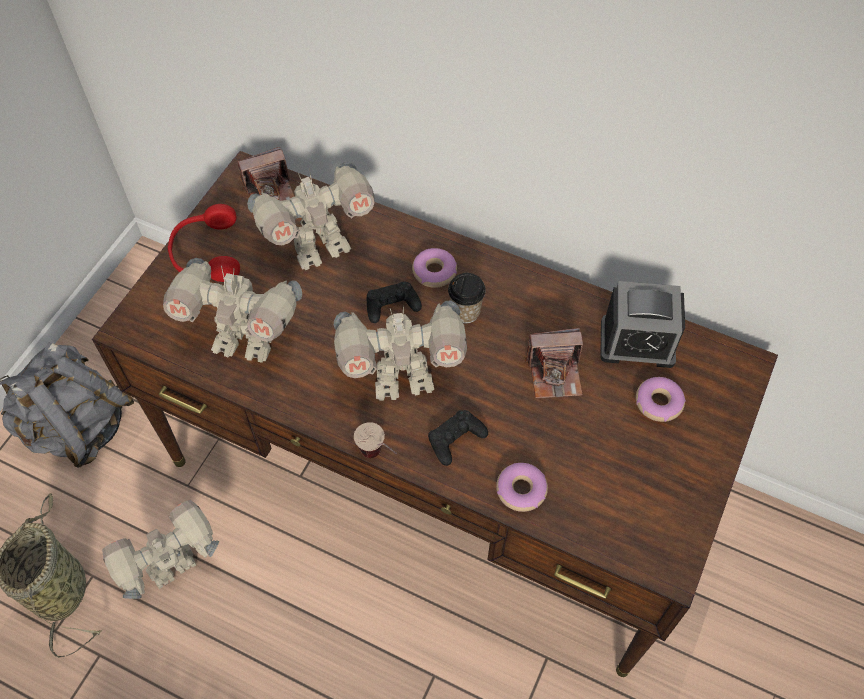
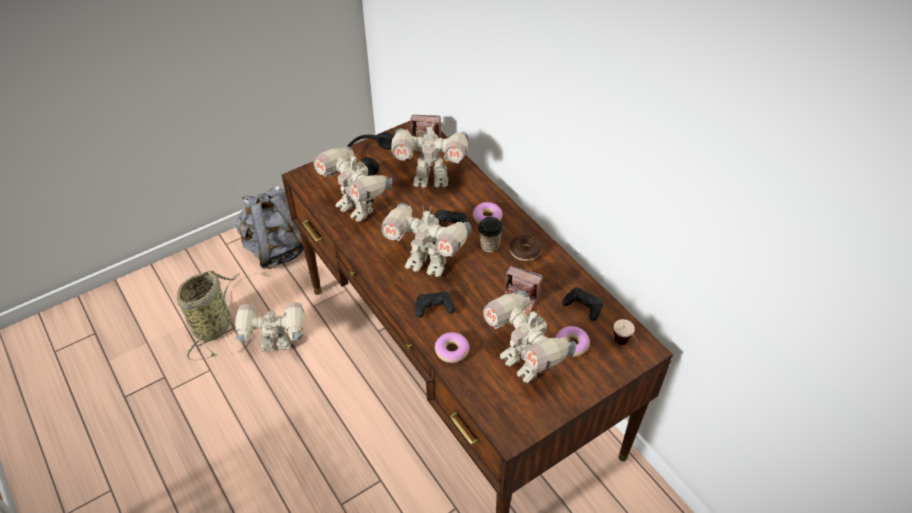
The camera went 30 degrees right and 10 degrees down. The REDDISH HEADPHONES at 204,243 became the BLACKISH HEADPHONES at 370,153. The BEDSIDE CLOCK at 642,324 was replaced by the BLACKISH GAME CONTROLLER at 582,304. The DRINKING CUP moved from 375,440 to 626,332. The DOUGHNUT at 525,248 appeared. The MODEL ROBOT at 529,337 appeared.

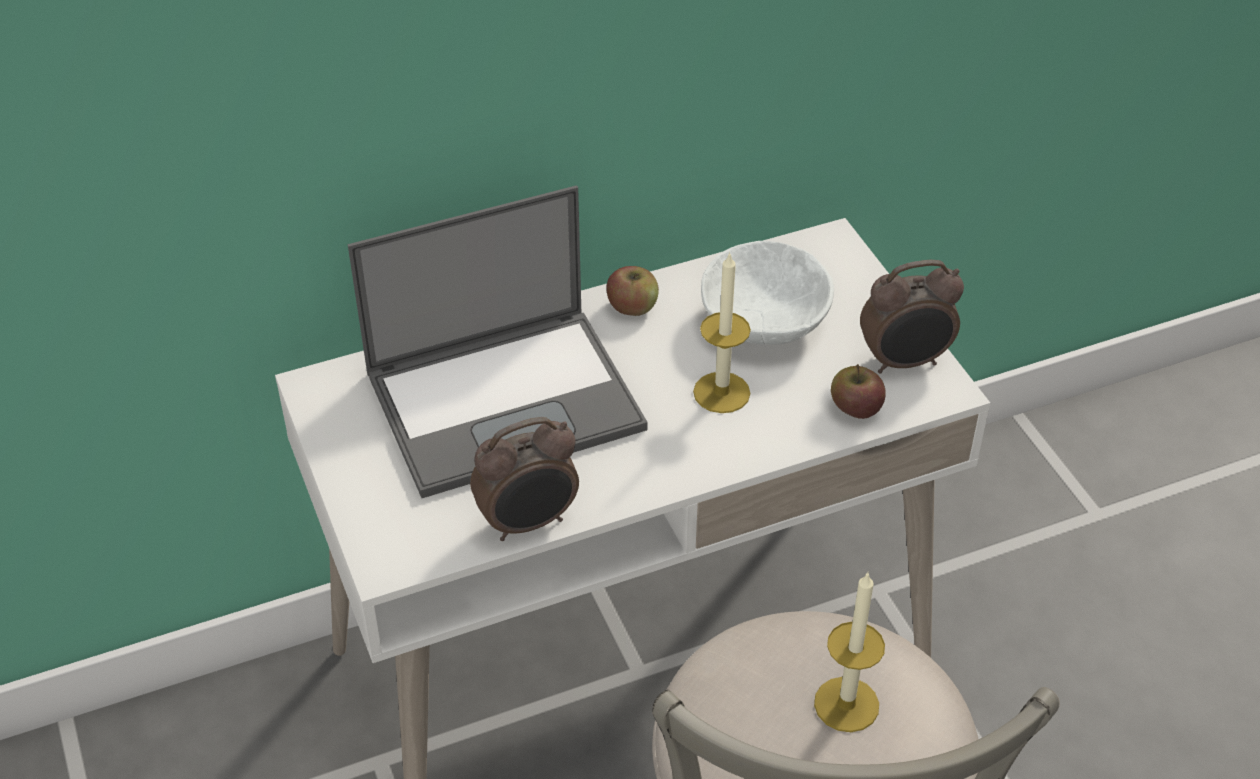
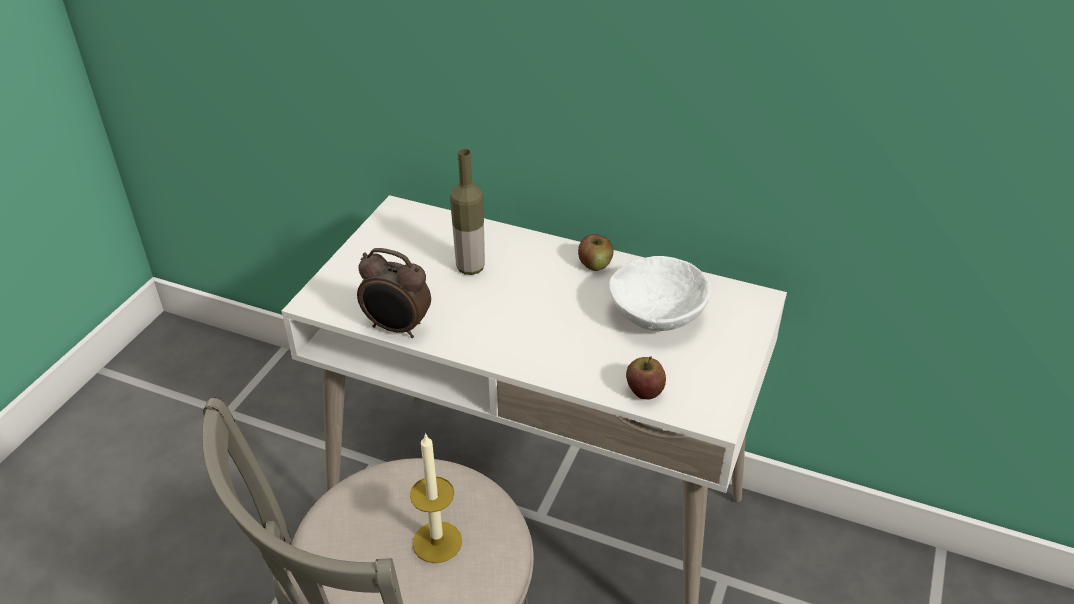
The camera went 45 degrees right and 5 degrees down. The PORTABLE COMPUTER at 498,341 was replaced by the BEVERAGE BOTTLE at 467,212. The WAX CANDLE at 722,332 disappeared. The BEDSIDE CLOCK at 912,317 disappeared.

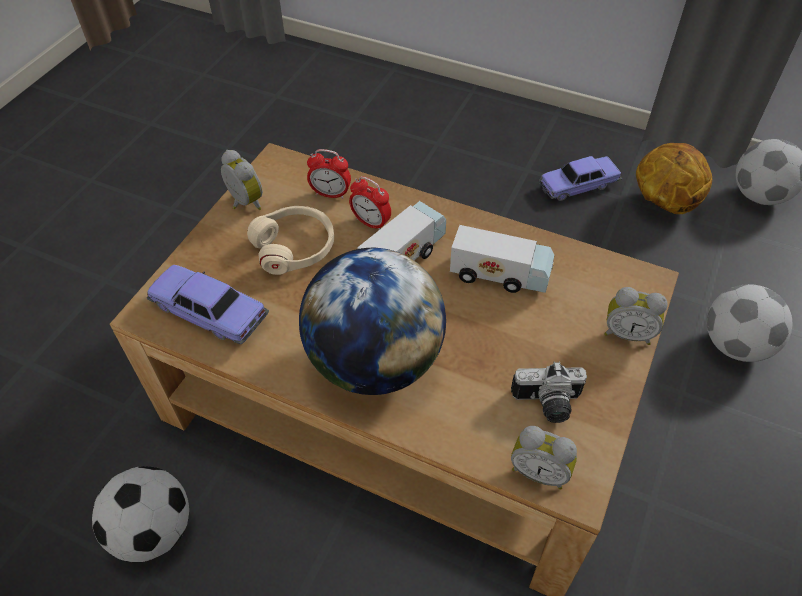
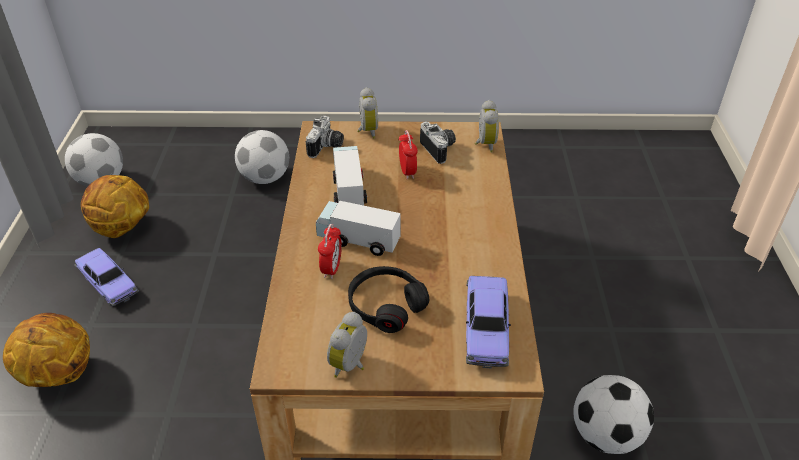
The camera went 115 degrees left and 10 degrees down. The BEDSIDE CLOCK moved from 329,174 to 408,154. The BEIGE HEADPHONES at 290,240 became the BLACKISH HEADPHONES at 388,299. The DESK GLOBE at 372,321 disappeared. The PHOTO CAMERA at 325,137 appeared. The BASKETBALL at 46,350 appeared.

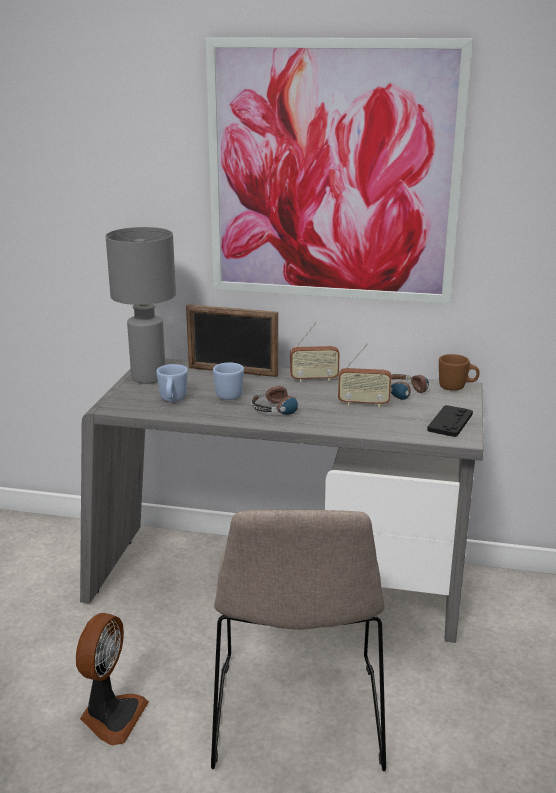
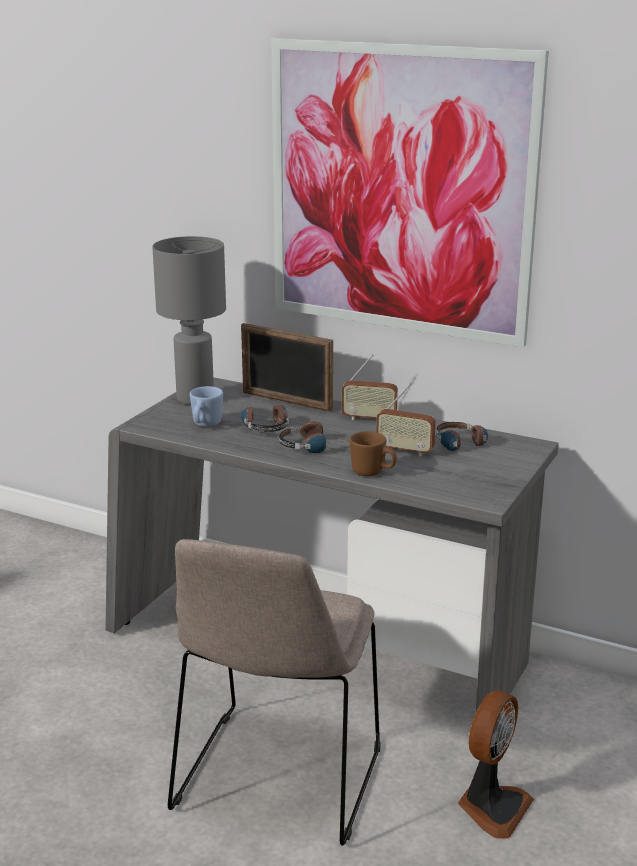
The camera went 15 degrees right and 0 degrees up. The BROWN-COLOURED COFFEE MUG moved from 459,372 to 373,453. The BLUE COFFEE MUG at 228,381 was replaced by the HEADPHONES at 265,417. The BLACKISH GAME CONTROLLER at 450,421 disappeared. The ELECTRIC FAN moved from 112,679 to 496,764.

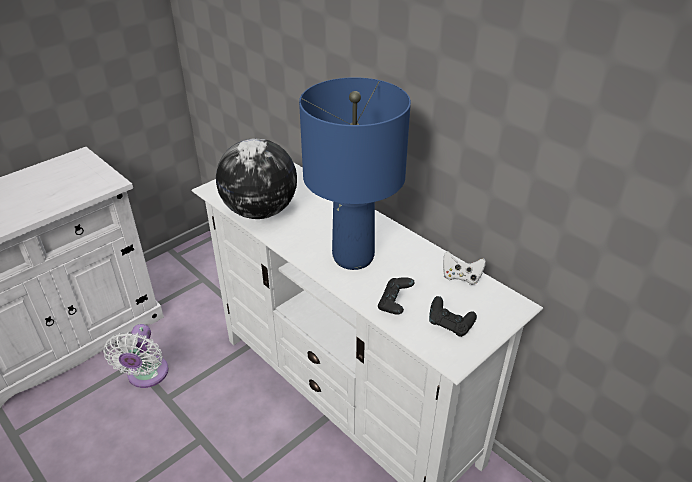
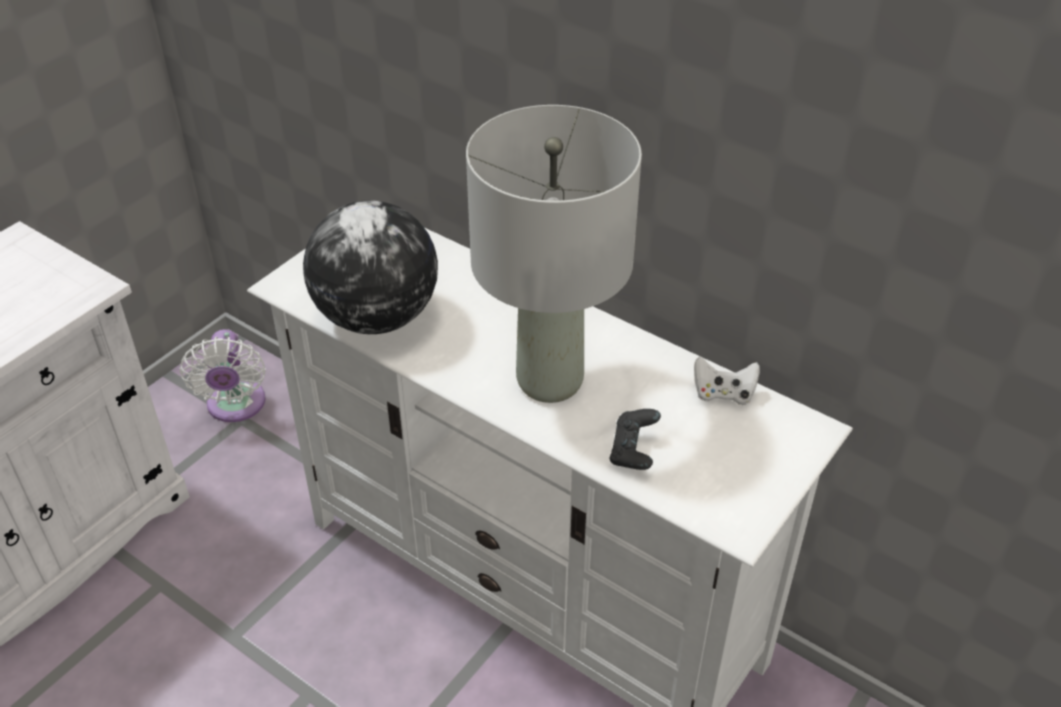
The camera went 10 degrees left and 5 degrees up. The BLUE TABLE LAMP at 355,173 became the GRAY TABLE LAMP at 554,254. The BLACKISH GAME CONTROLLER at 453,316 disappeared. The WHITISH ELECTRIC FAN moved from 136,356 to 223,375.

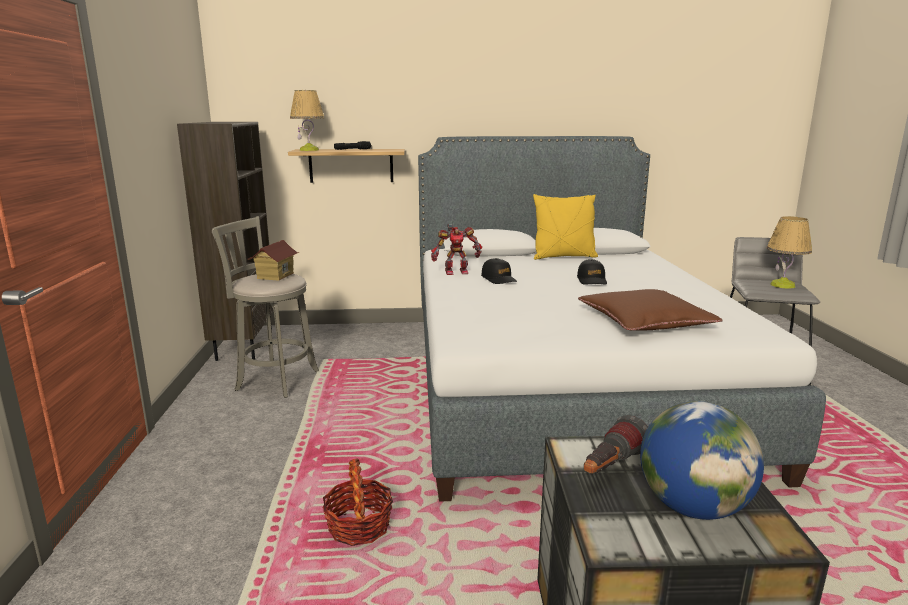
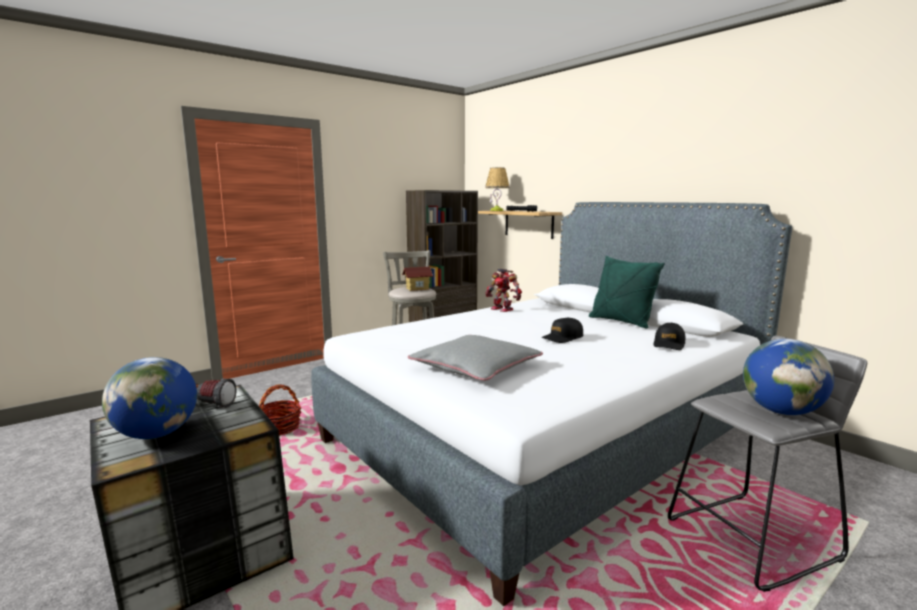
The camera went 55 degrees right and 5 degrees down. The YELLOWISH CUSHION at 565,227 became the GREENISH CUSHION at 627,292. The TABLE LAMP at 789,252 was replaced by the DESK GLOBE at 788,377. The BLACKISH PEAKED CAP moved from 499,271 to 669,336. The BROWN-COLOURED CUSHION at 650,309 became the GRAY CUSHION at 475,357.

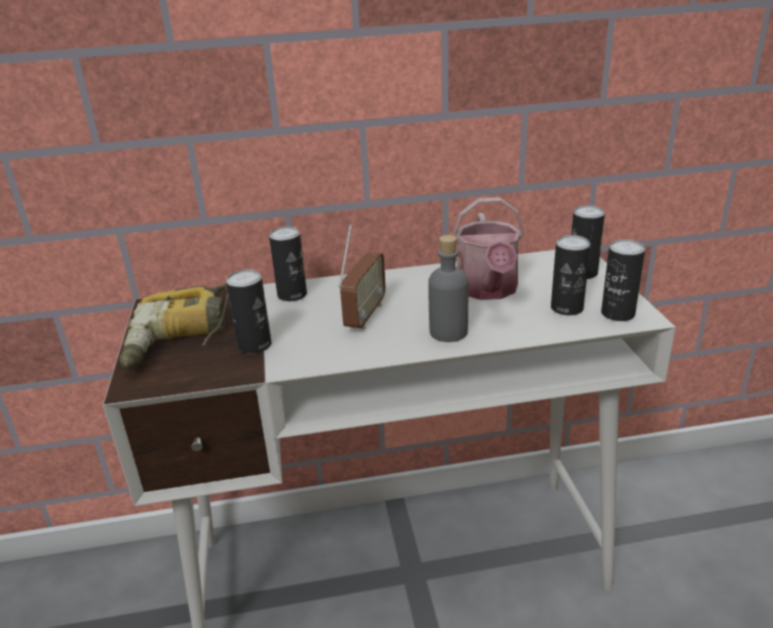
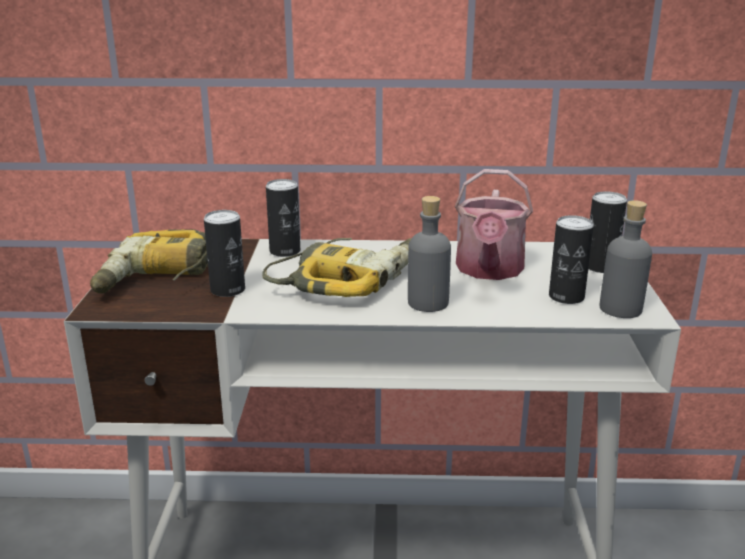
The camera went 10 degrees right and 5 degrees down. The RADIO RECEIVER at 362,277 was replaced by the ELECTRIC DRILL at 337,267. The CAN at 623,280 was replaced by the GRAY BEVERAGE BOTTLE at 626,259.

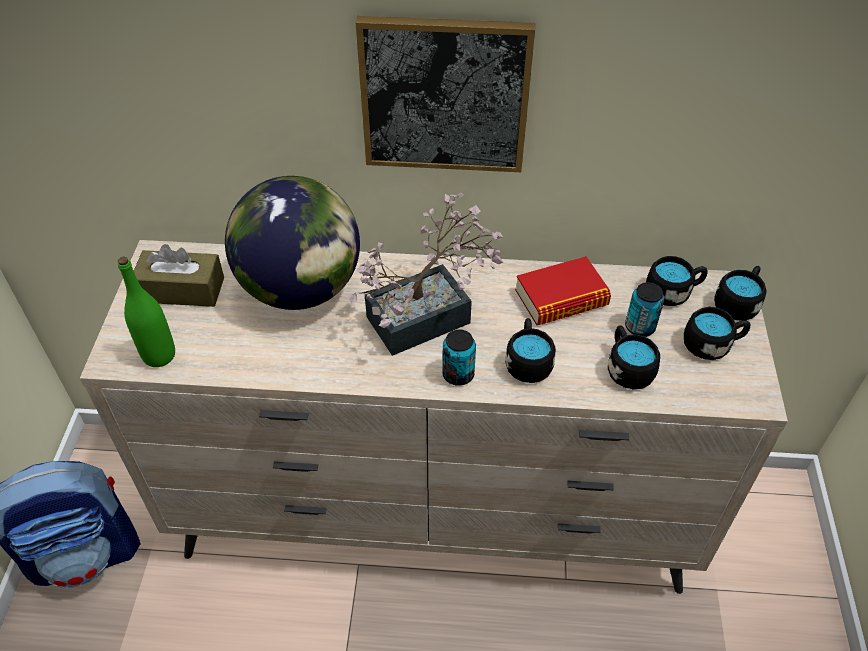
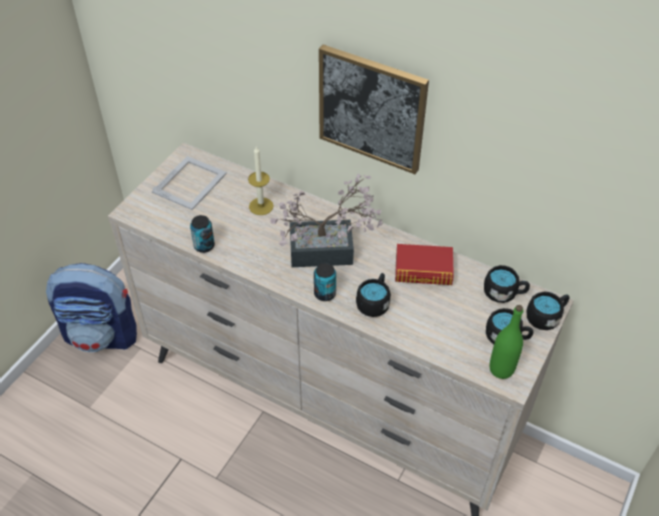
The camera went 25 degrees right and 0 degrees up. The DESK GLOBE at 292,243 was replaced by the WAX CANDLE at 261,181. The BROWN-COLOURED BOX OF TISSUES at 179,275 was replaced by the PHOTO FRAME at 189,183. The GREENISH BEVERAGE BOTTLE moved from 146,311 to 506,342. The CAN moved from 644,309 to 202,234. The BLACKISH COFFEE MUG at 634,357 disappeared.

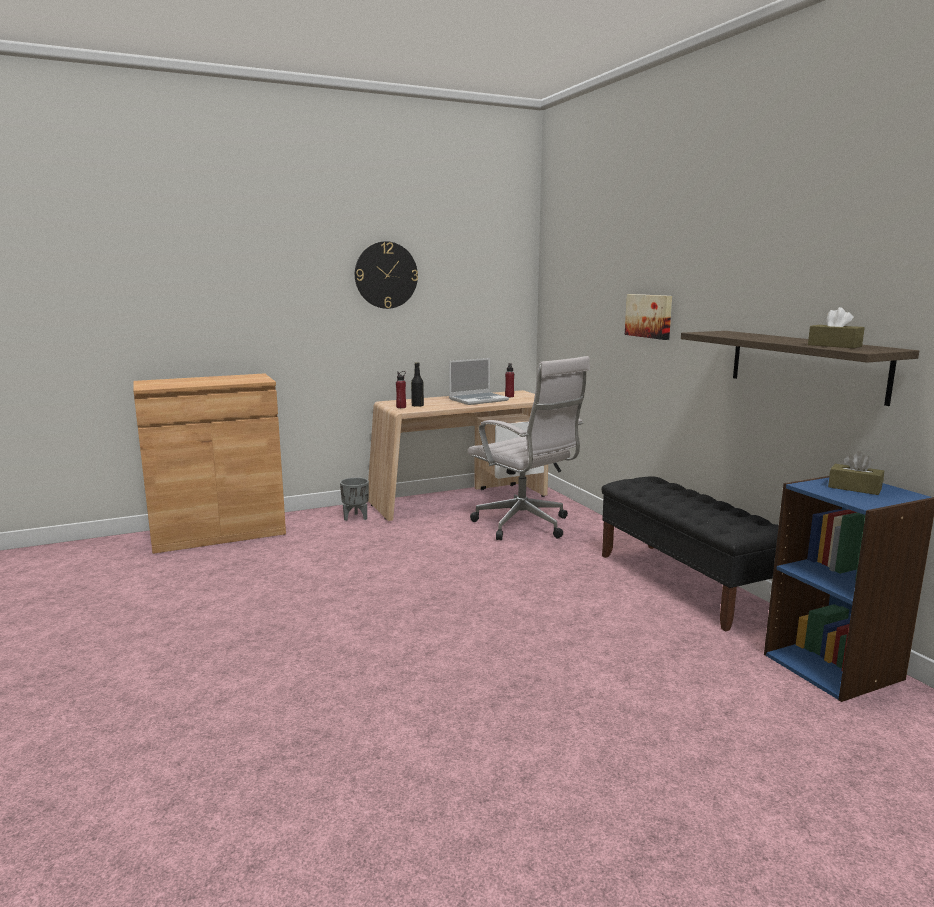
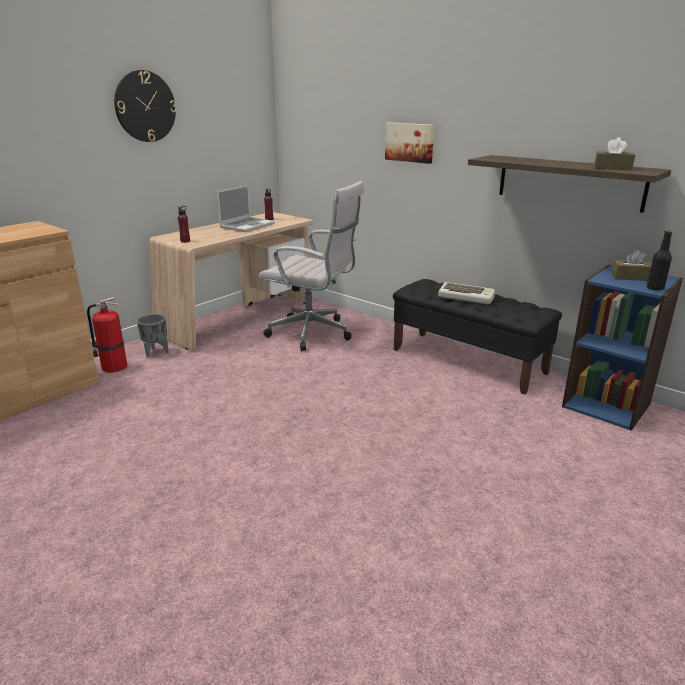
The camera went 25 degrees left and 10 degrees up. The BLACKISH BEVERAGE BOTTLE moved from 417,384 to 659,260. The KEYBOARD at 466,293 appeared. The FIRE-FIGHTING CYLINDER at 107,335 appeared.

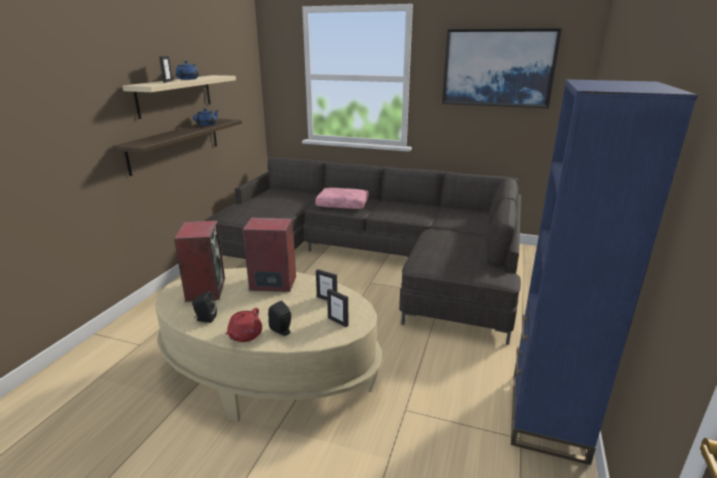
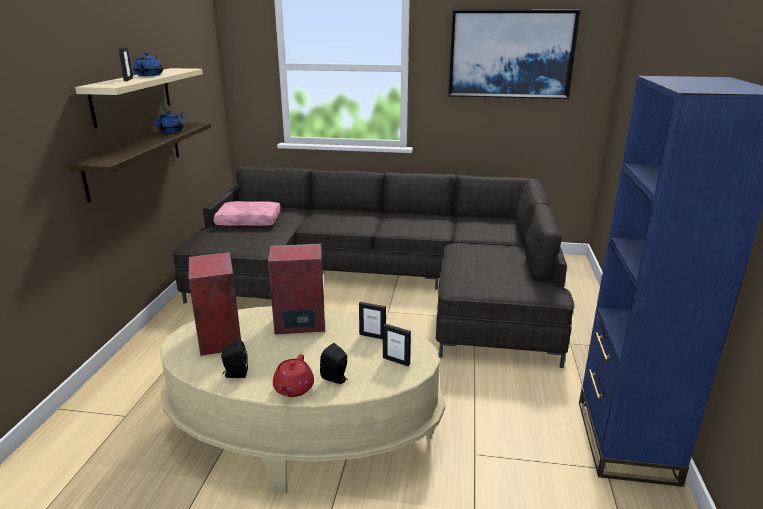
The camera went 10 degrees left and 0 degrees up. The PINK CUSHION moved from 342,198 to 247,213.

